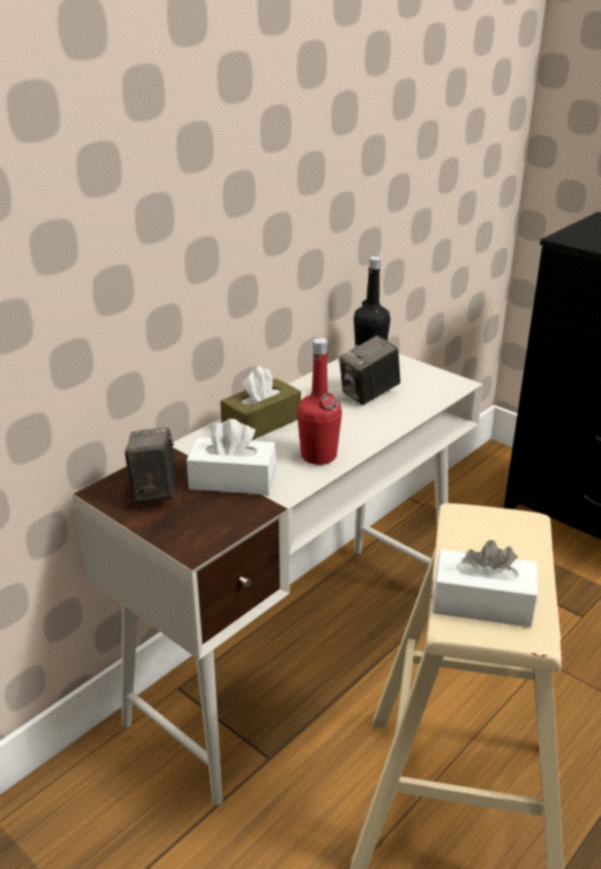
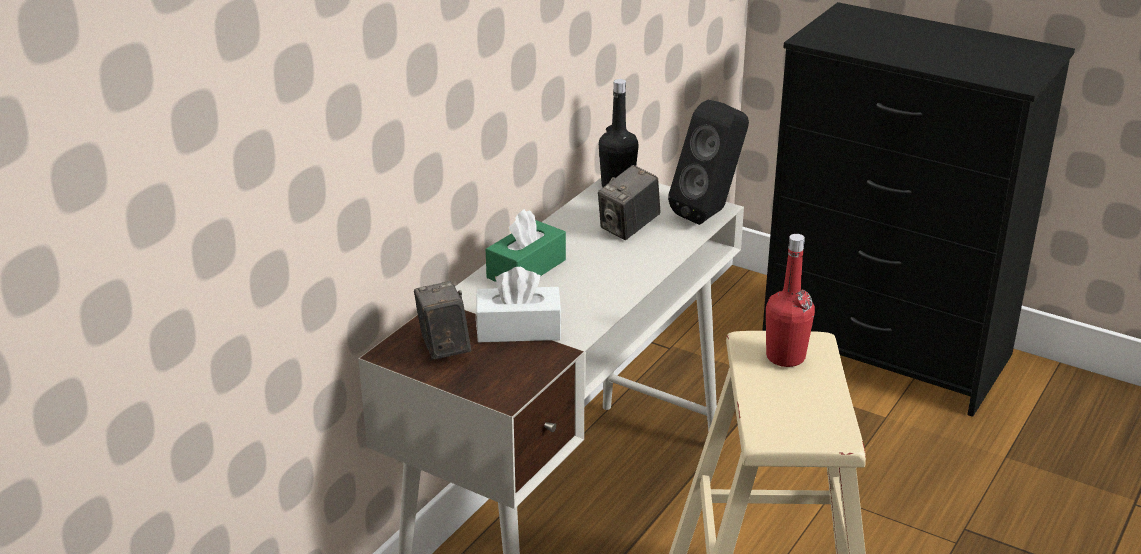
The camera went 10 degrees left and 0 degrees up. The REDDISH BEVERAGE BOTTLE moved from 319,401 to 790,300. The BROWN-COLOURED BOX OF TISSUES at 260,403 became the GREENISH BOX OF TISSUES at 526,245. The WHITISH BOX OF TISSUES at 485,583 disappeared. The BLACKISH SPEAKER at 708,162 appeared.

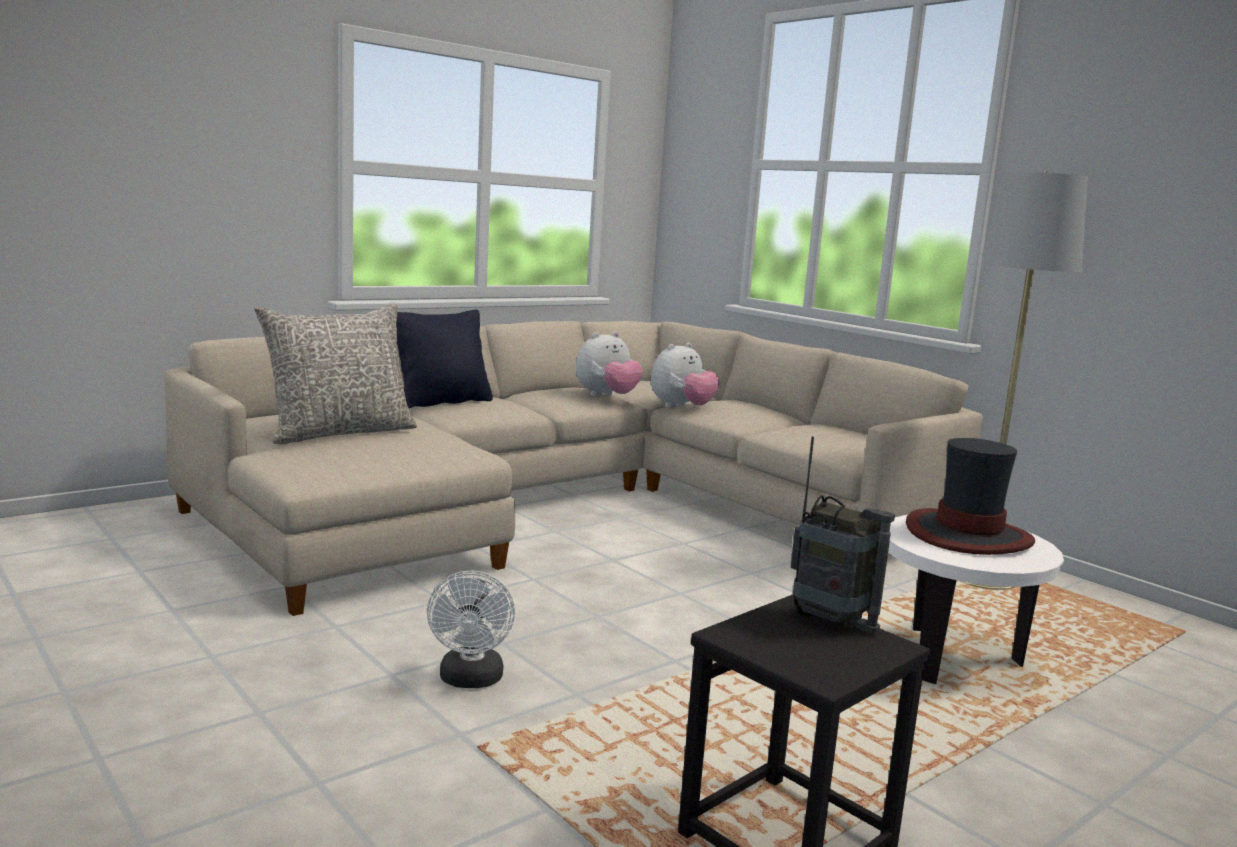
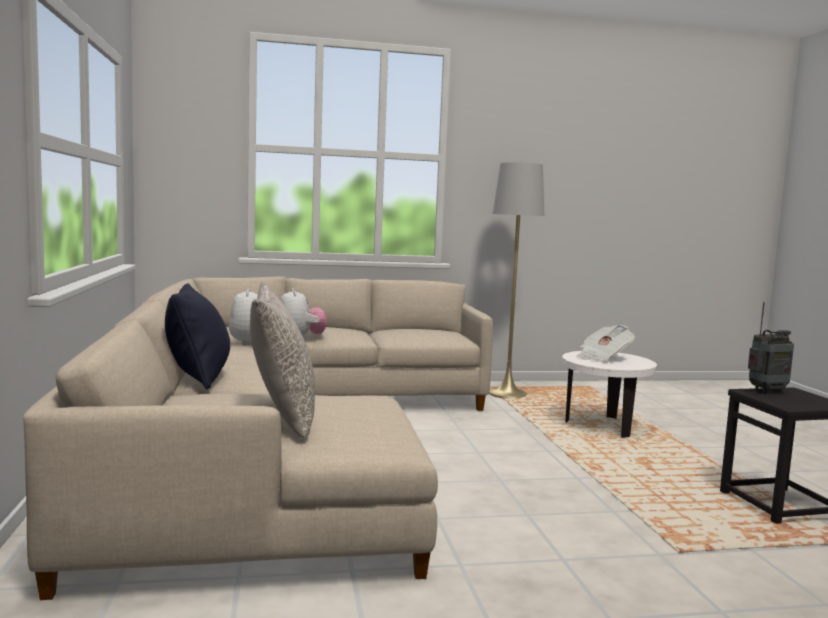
The camera went 60 degrees left and 5 degrees down. The HAT at 970,496 was replaced by the NEWSPAPER at 605,342. The WHITISH ELECTRIC FAN at 471,629 disappeared.

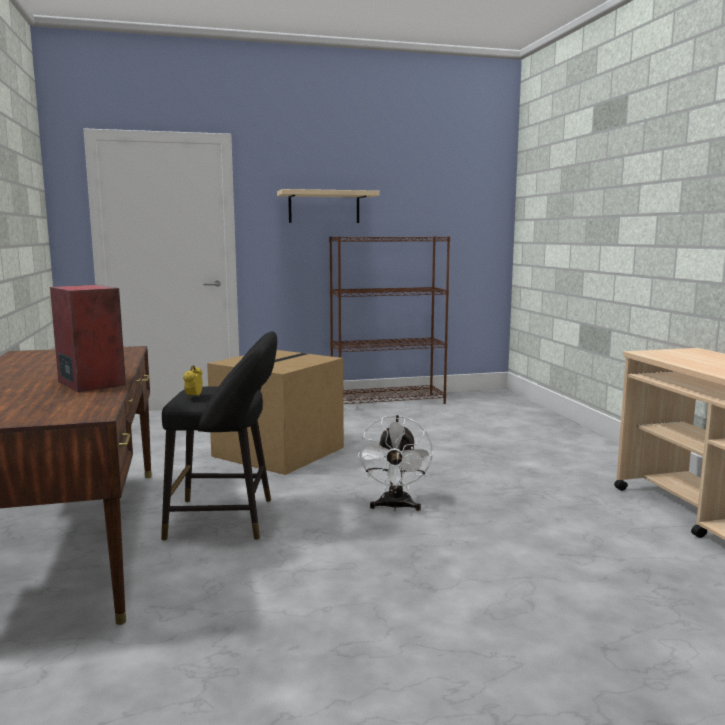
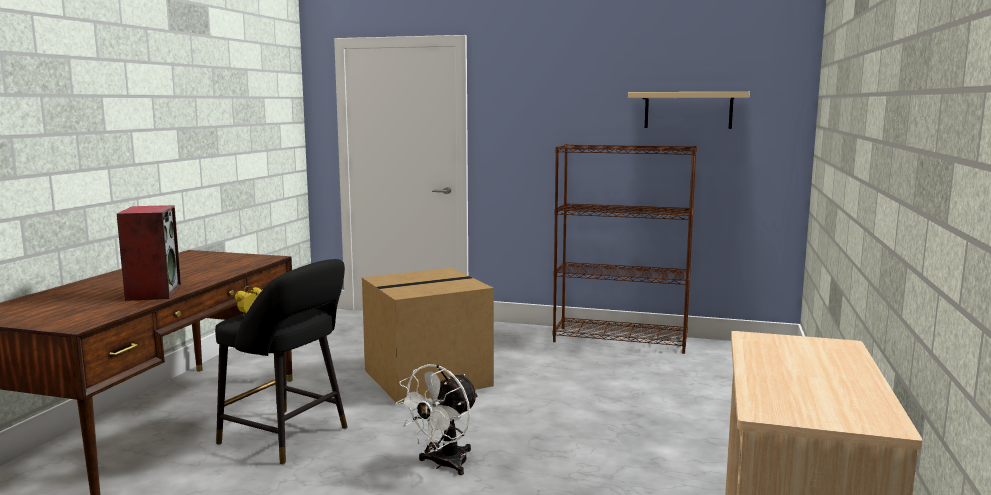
The camera went 30 degrees right and 0 degrees up. The BEIGE BRACKET SHELF moved from 328,206 to 689,110.

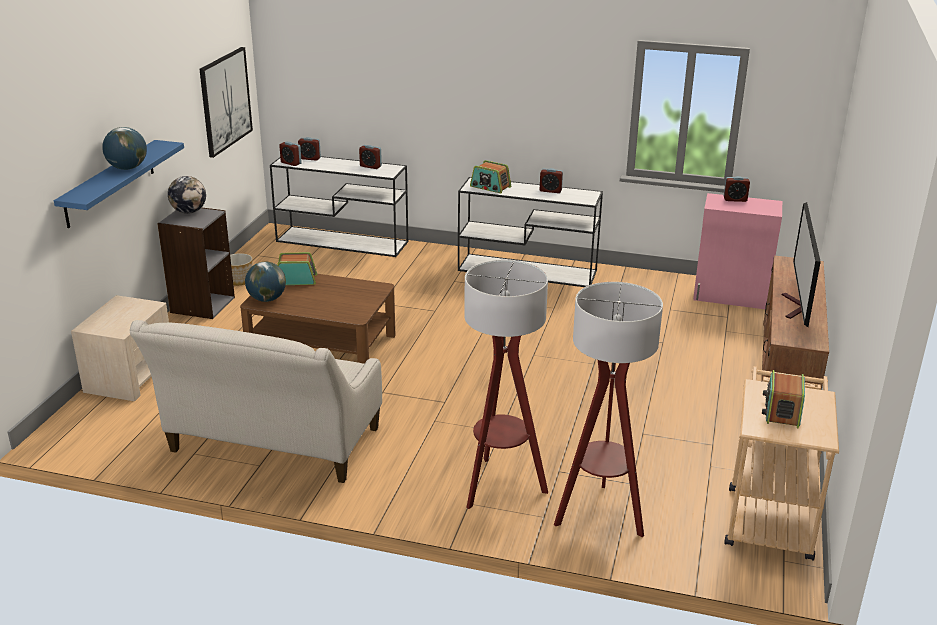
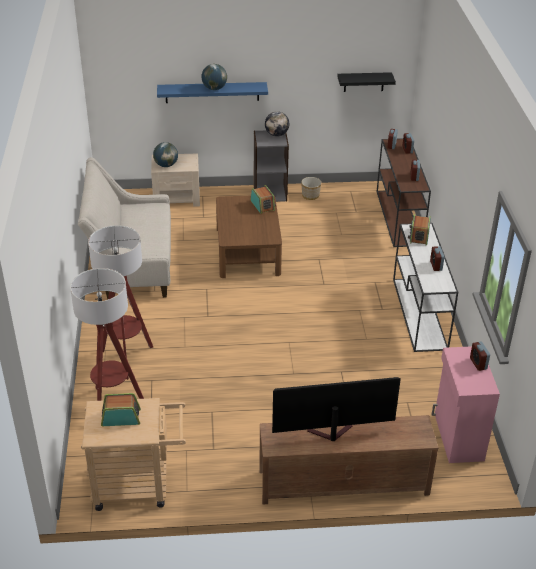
The camera went 70 degrees right and 10 degrees up. The PICTURE at 226,102 was replaced by the BLACKISH BRACKET SHELF at 366,82. The WHITISH HALL TABLE at 339,206 became the BROWN-COLOURED HALL TABLE at 404,192. The DESK GLOBE moved from 265,282 to 165,154.

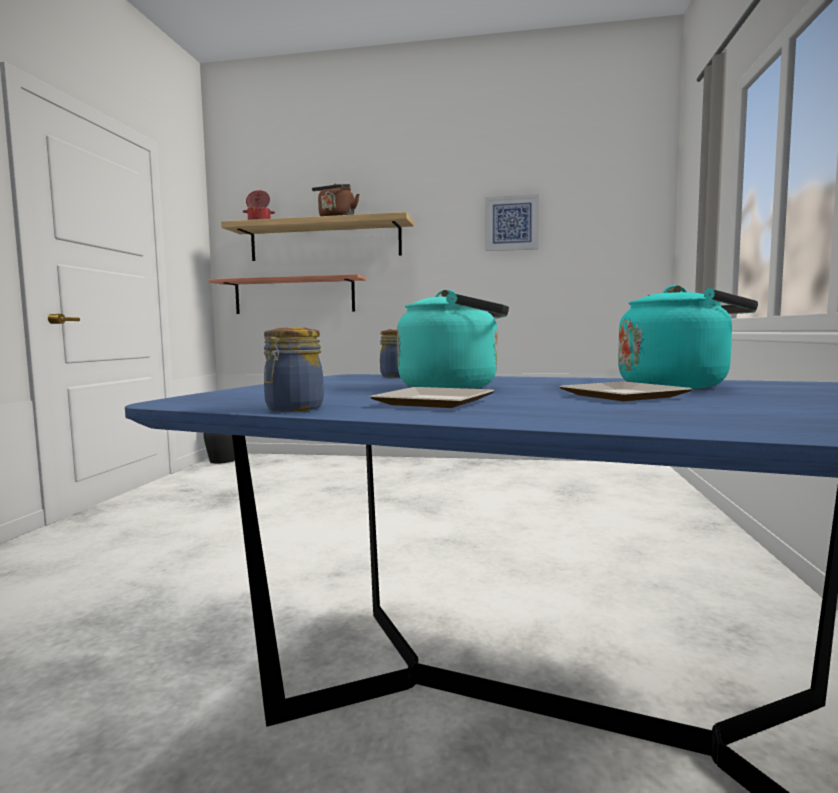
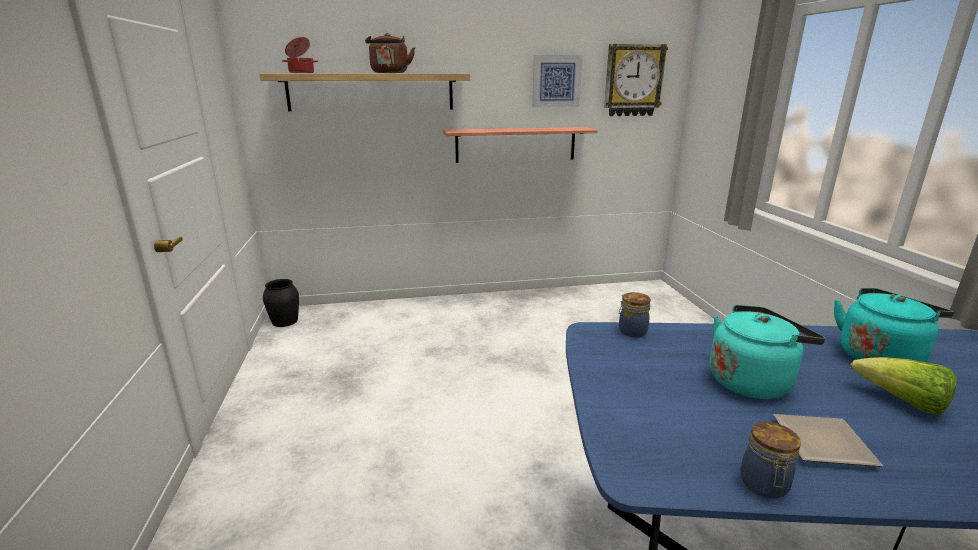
The camera went 20 degrees left and 15 degrees up. The BRACKET SHELF moved from 287,294 to 520,145. The FLAT DISH at 626,391 was replaced by the LETTUCE HEAD at 904,386. The HANGING CLOCK at 636,80 appeared.

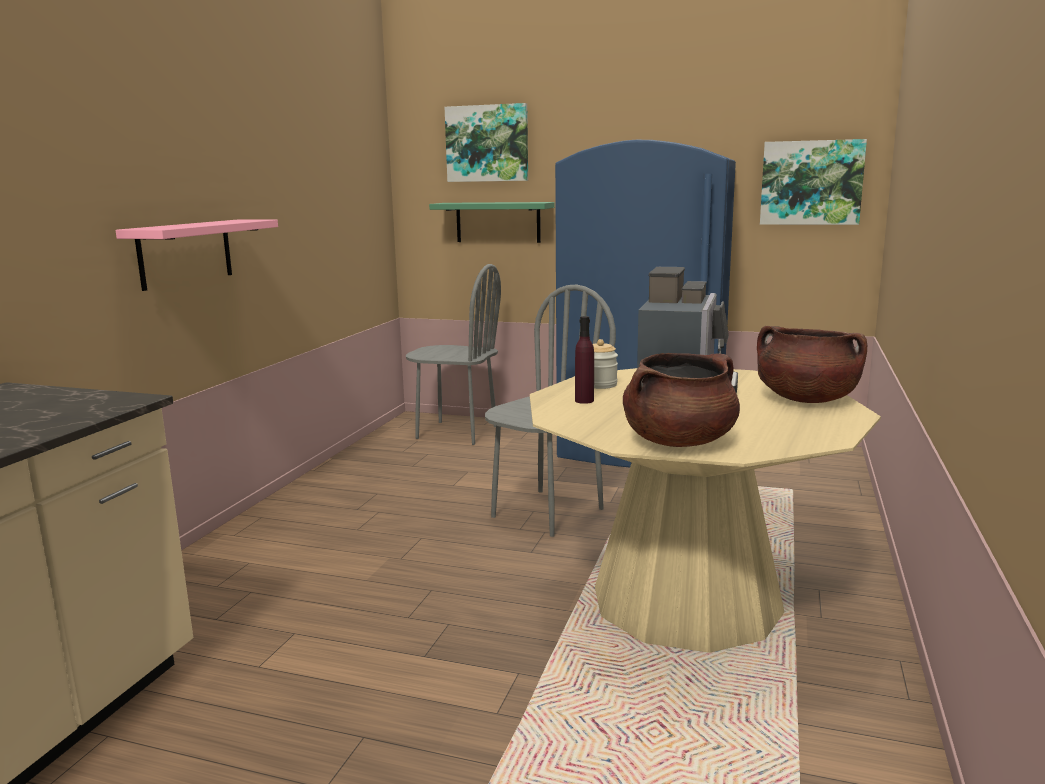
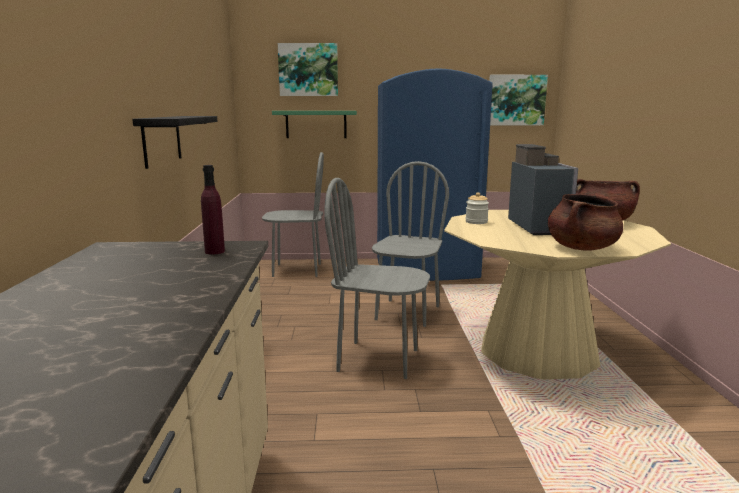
The camera went 20 degrees left and 0 degrees up. The PINK BRACKET SHELF at 196,255 became the BLACKISH BRACKET SHELF at 174,142. The PURPLISH BEVERAGE BOTTLE moved from 584,360 to 213,210. The GRAY PLAIN CHAIR at 377,278 appeared.

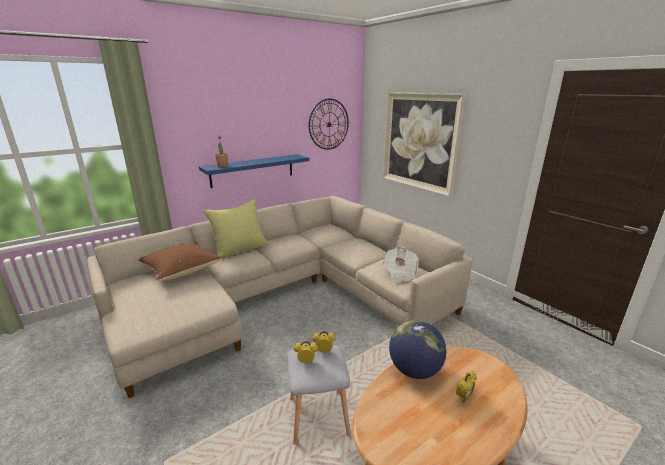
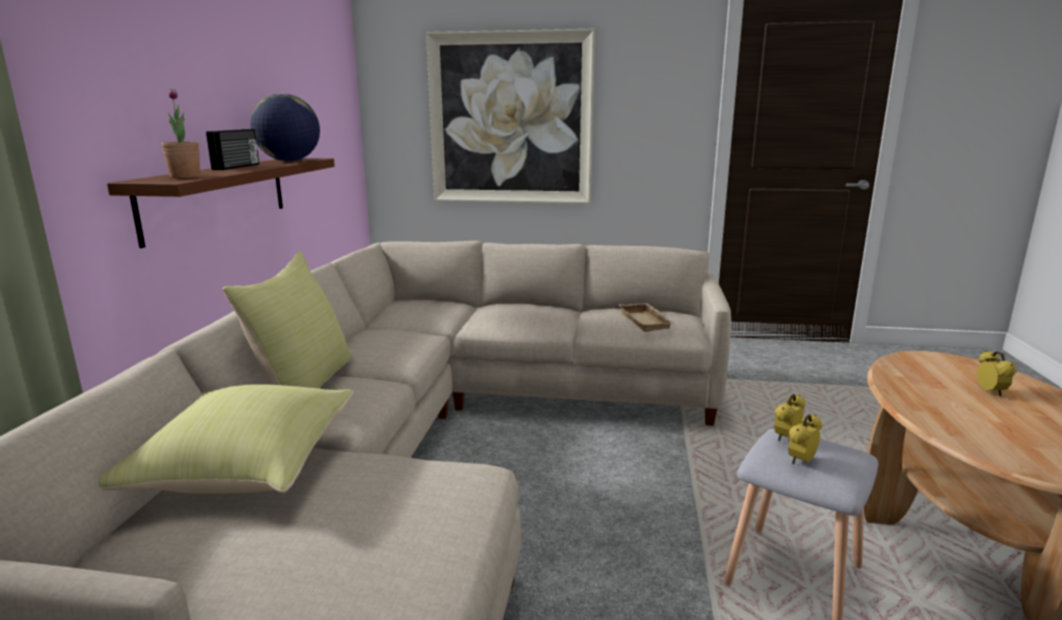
The camera went 45 degrees left and 5 degrees down. The HANGING CLOCK at 329,124 disappeared. The BLUE BRACKET SHELF at 254,171 became the BROWN-COLOURED BRACKET SHELF at 221,203. The BROWN-COLOURED CUSHION at 181,261 became the YELLOWISH CUSHION at 226,439. The NEWSPAPER at 401,264 was replaced by the BEIGE CARRYING TRAY at 646,317. The DESK GLOBE moved from 418,349 to 285,127. The RADIO RECEIVER at 232,149 appeared.

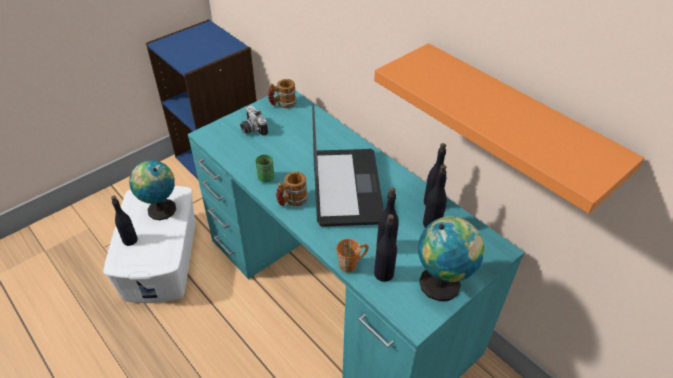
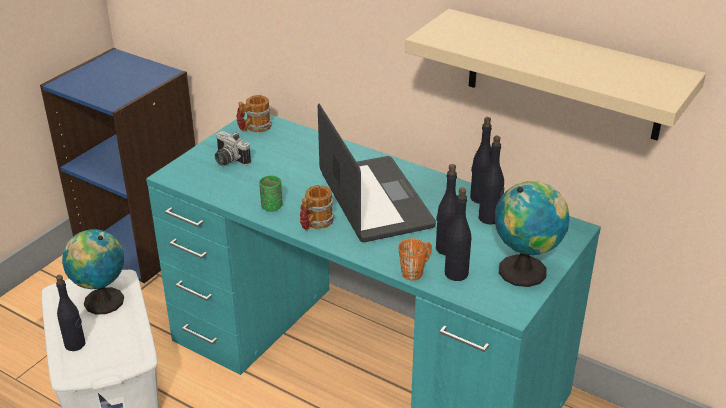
The camera went 15 degrees left and 10 degrees down. The ORANGE BRACKET SHELF at 509,128 became the BEIGE BRACKET SHELF at 555,74.

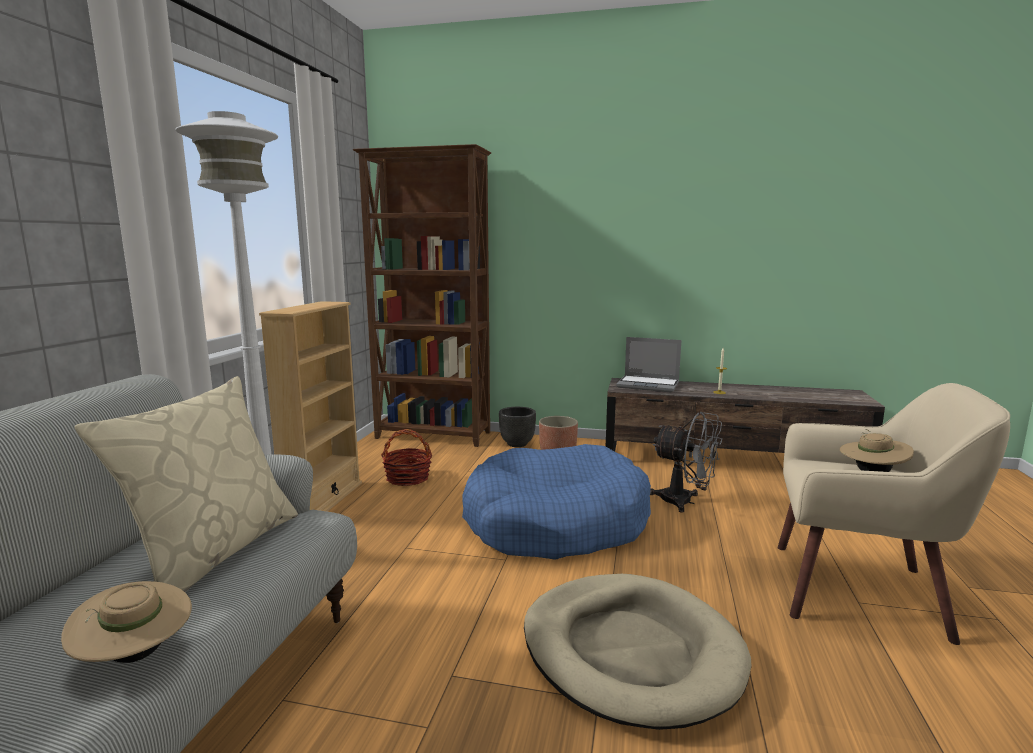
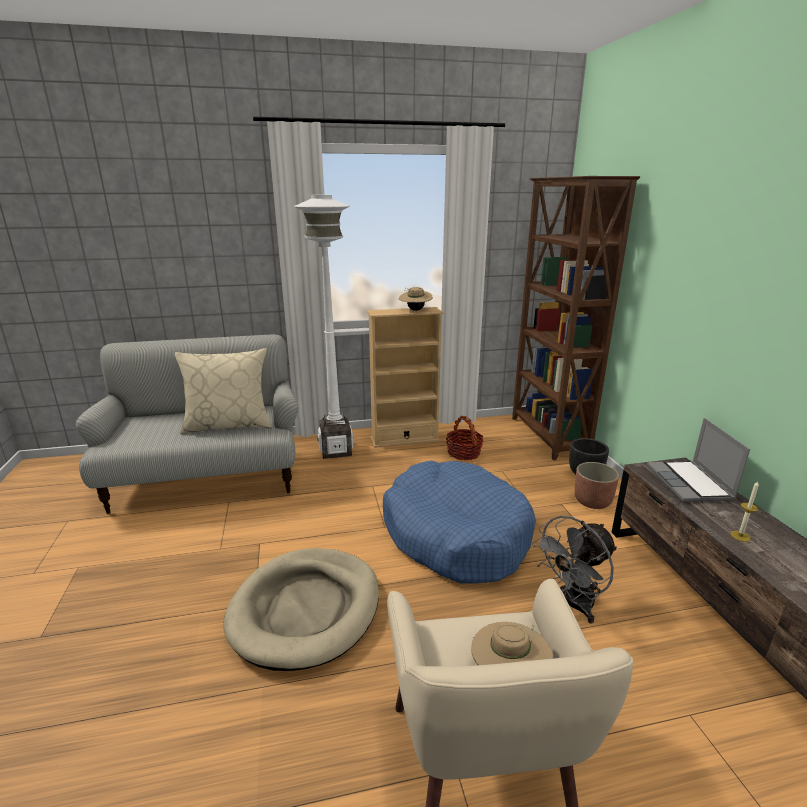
The camera went 65 degrees right and 10 degrees up. The GRAY ELECTRIC FAN at 686,462 turned 45 degrees clockwise. The BEIGE HAT moved from 126,622 to 416,299.

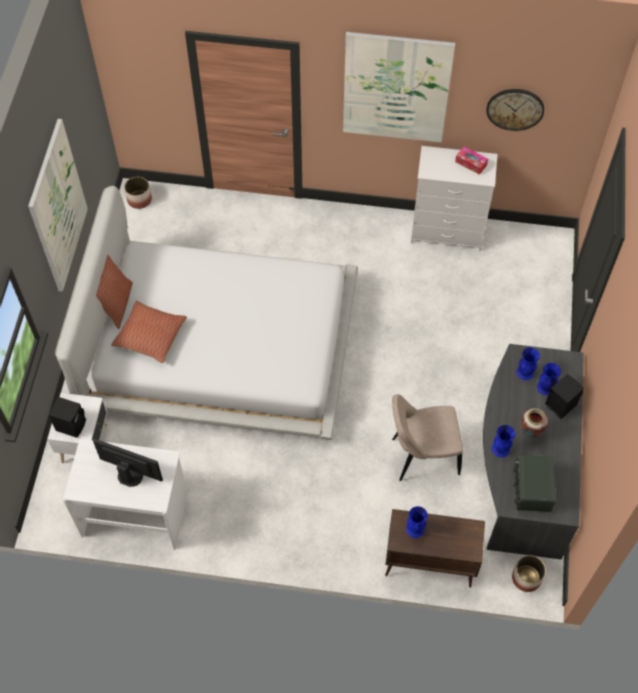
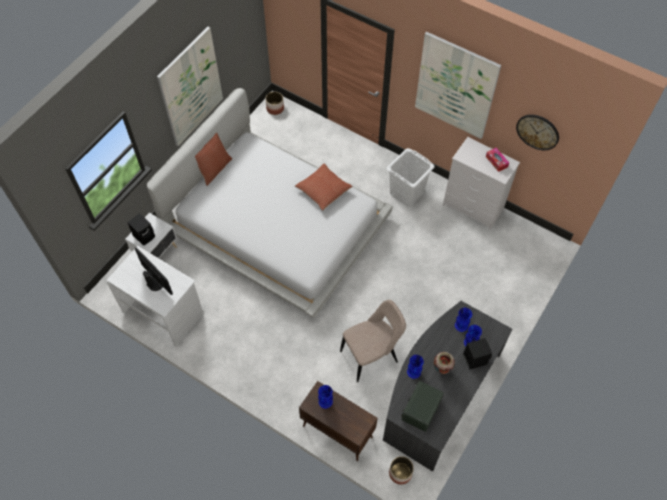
The camera went 25 degrees right and 0 degrees up. The CUSHION moved from 149,332 to 324,186. The BEIGE PLAIN CHAIR at 427,437 turned 135 degrees clockwise. The WHITISH WASHING BASKET at 411,177 appeared.

